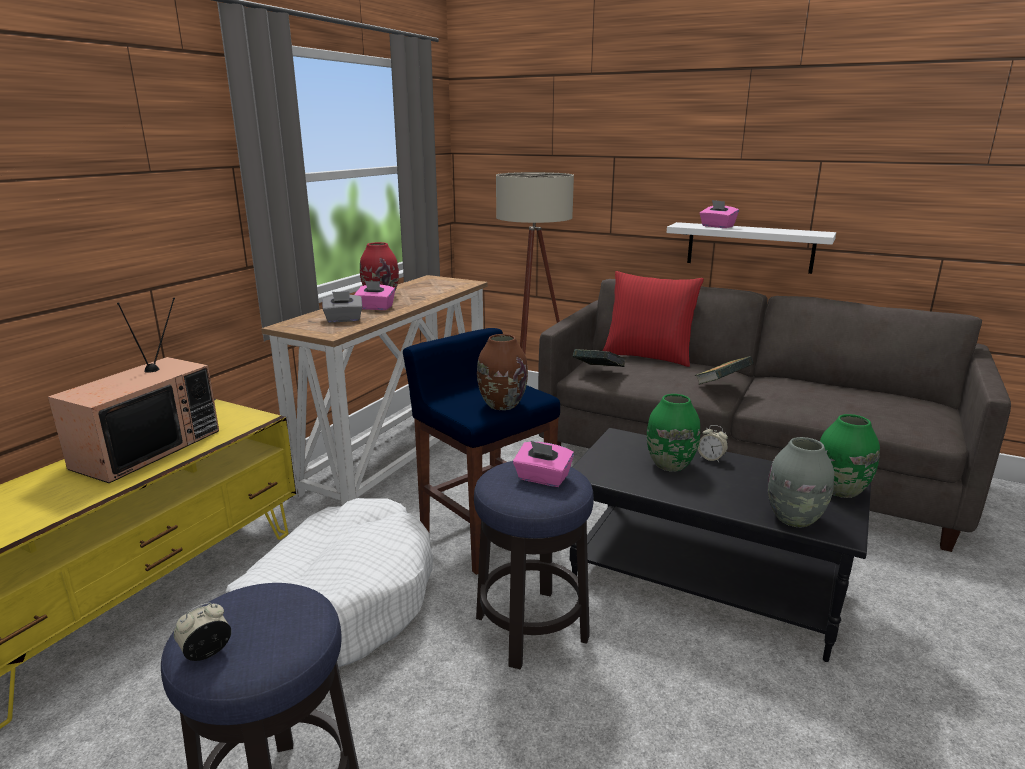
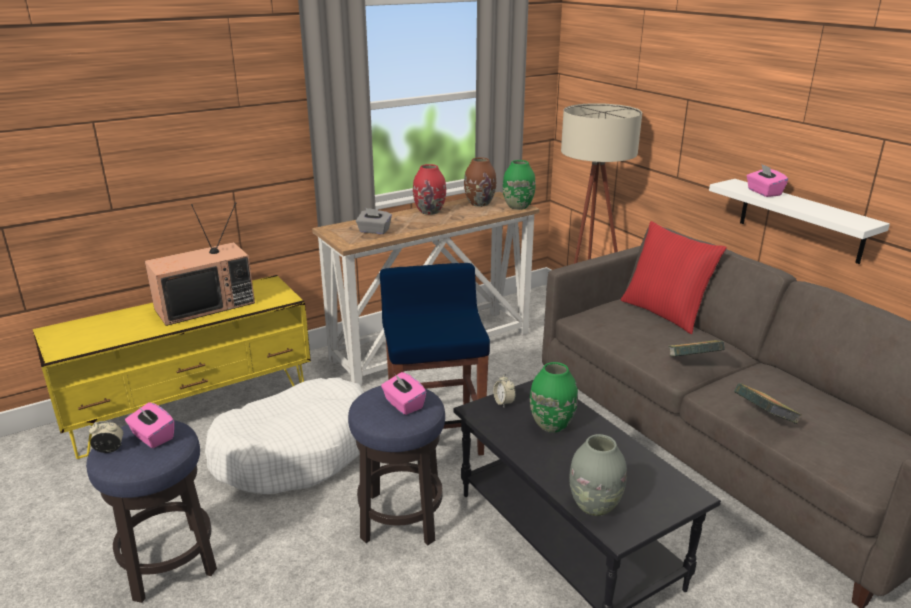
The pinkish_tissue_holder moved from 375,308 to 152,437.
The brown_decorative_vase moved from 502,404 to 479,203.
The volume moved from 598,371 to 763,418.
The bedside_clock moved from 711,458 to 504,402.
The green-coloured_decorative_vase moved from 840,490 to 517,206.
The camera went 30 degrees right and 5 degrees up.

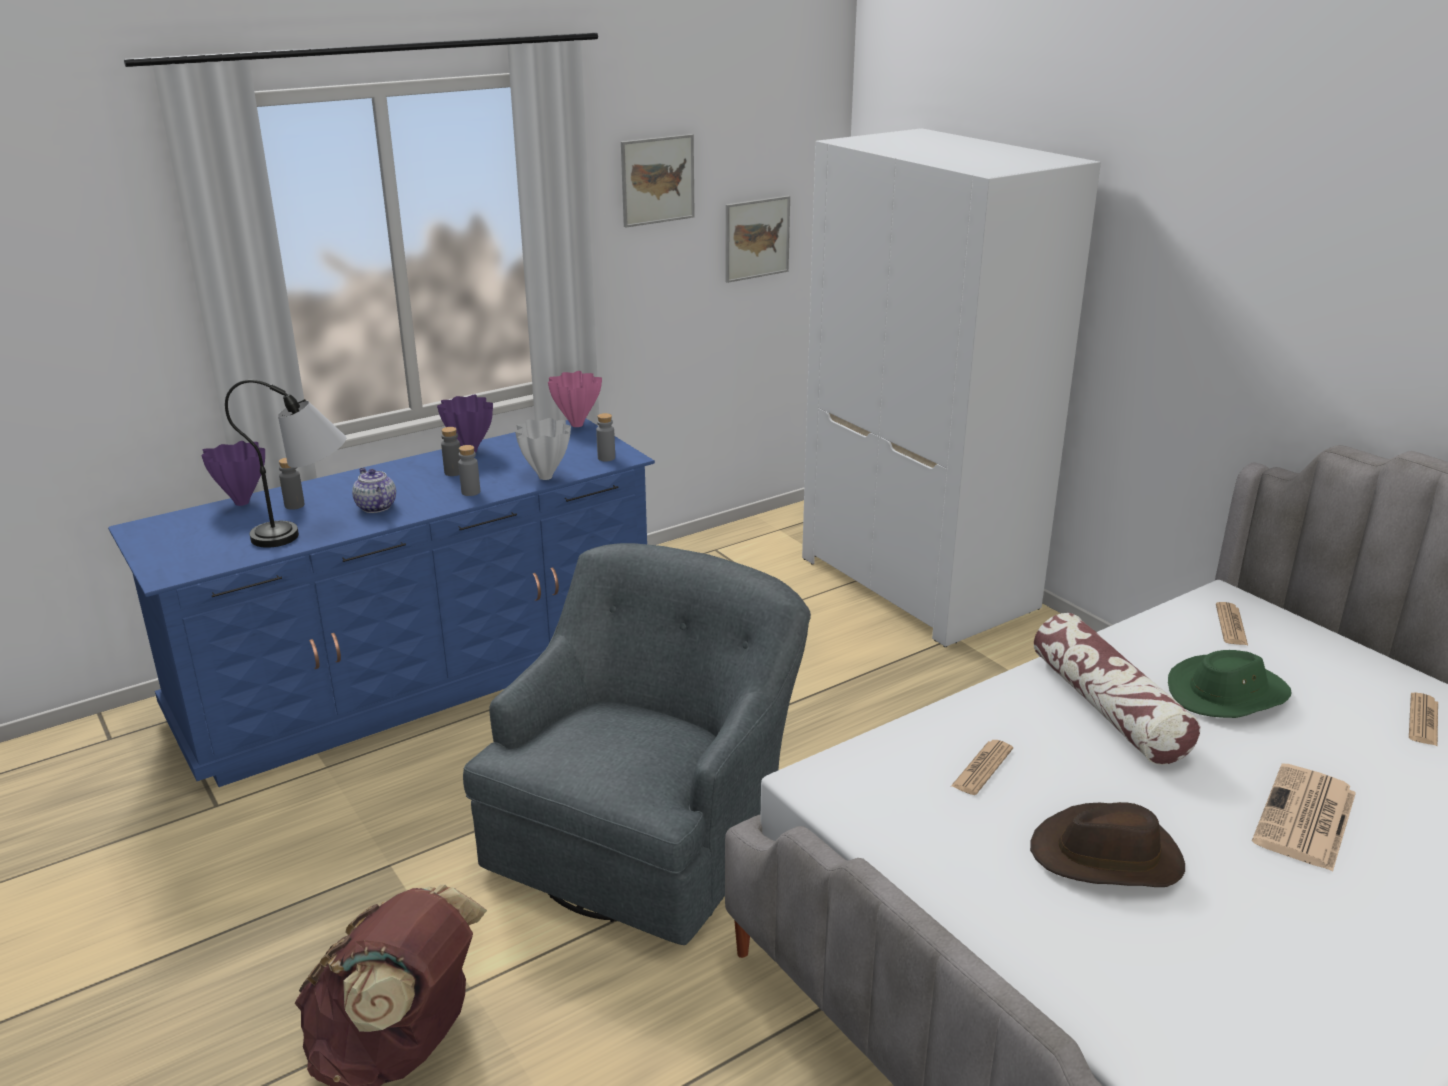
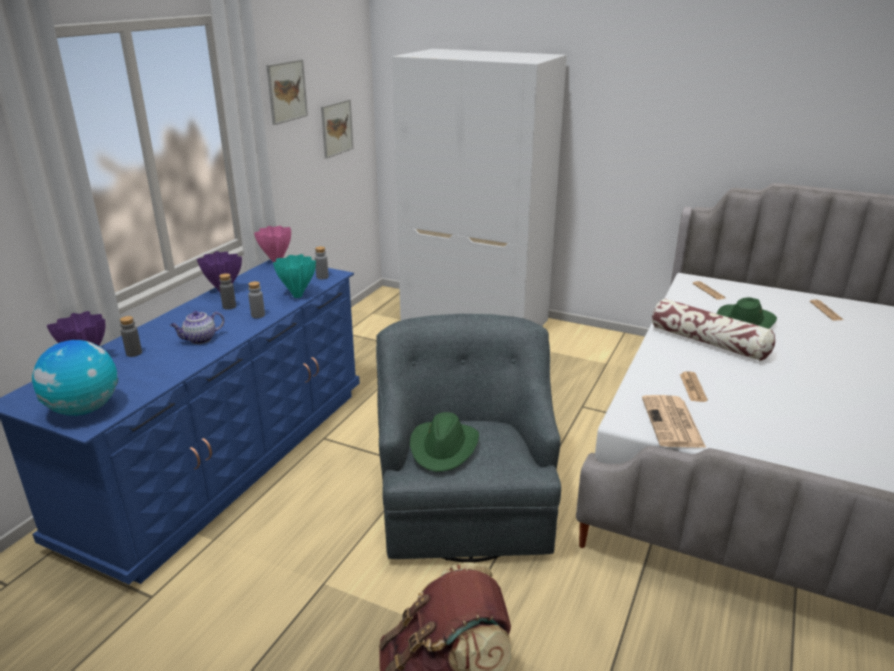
The tabletop_lamp at 308,534 disappeared.
The brown_hat at 1107,857 disappeared.
The world_globe at 84,409 appeared.
The green-coloured_hat at 444,447 appeared.
The newspaper moved from 1305,819 to 673,423.
The white-coloured_decorative_vase at 546,477 became the turquoise_decorative_vase at 298,295.
The pot_for_tea at 375,507 turned 60 degrees counterclockwise.
The camera went 30 degrees left and 0 degrees up.

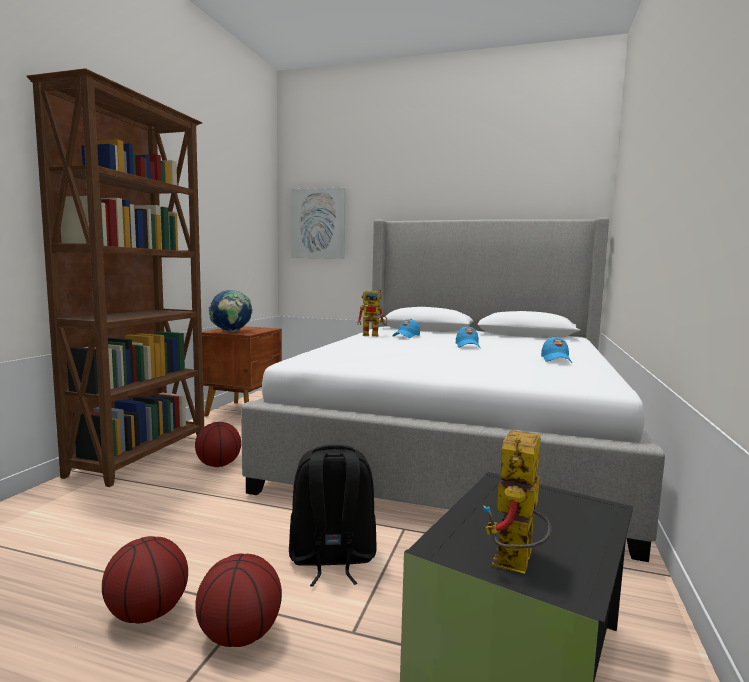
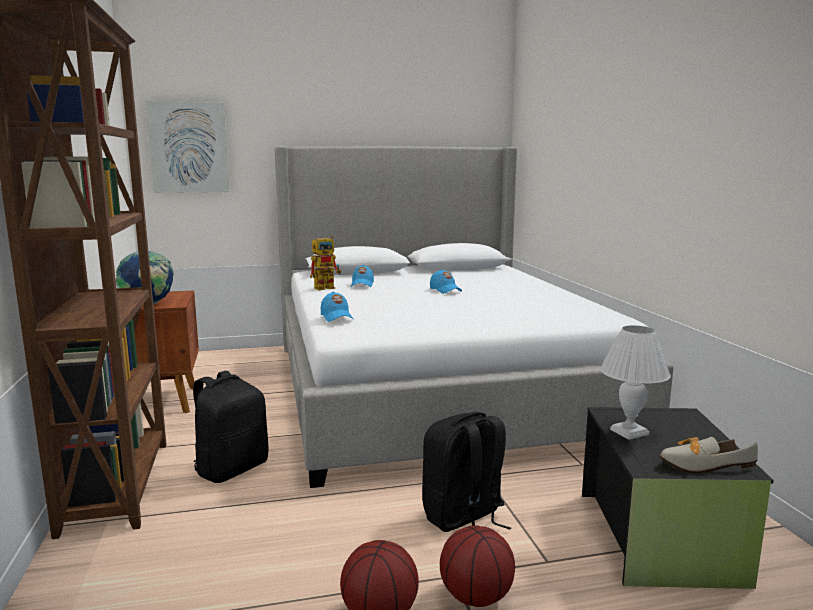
The white-coloured_tabletop_lamp at 629,432 appeared.
The blue_cap moved from 555,360 to 336,317.
The ball_for_basketball at 219,465 was replaced by the black_rucksack at 232,468.
The toy_robot at 516,566 was replaced by the shoe at 699,465.
The camera went 30 degrees left and 5 degrees up.

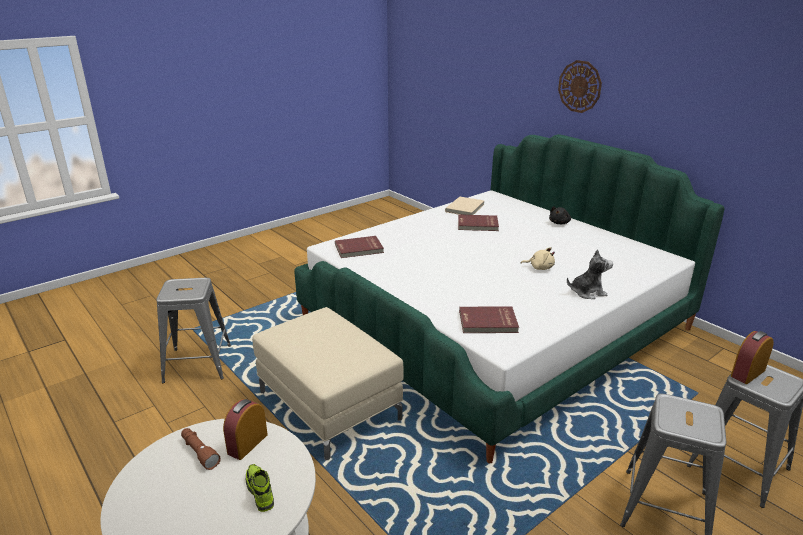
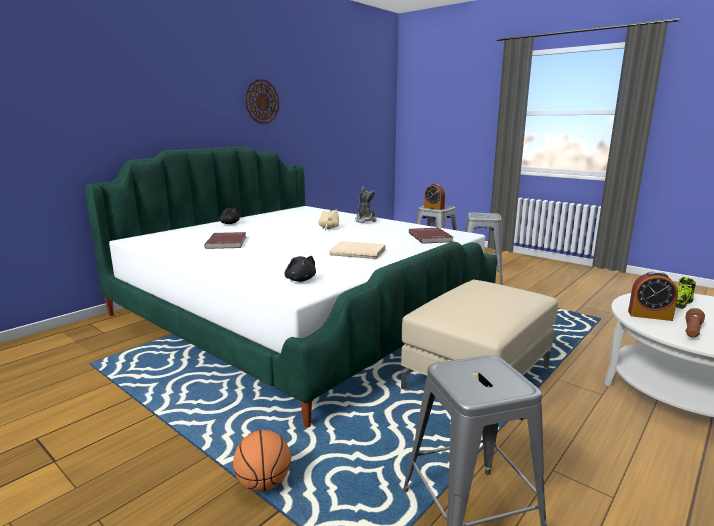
The ball_for_basketball at 263,483 appeared.
The beige_volume moved from 465,208 to 358,252.
The clock_on_the_wall moved from 579,86 to 262,101.
The red-coloured_volume at 359,249 was replaced by the black_cuddly_toy at 300,280.
The camera went 100 degrees left and 10 degrees down.

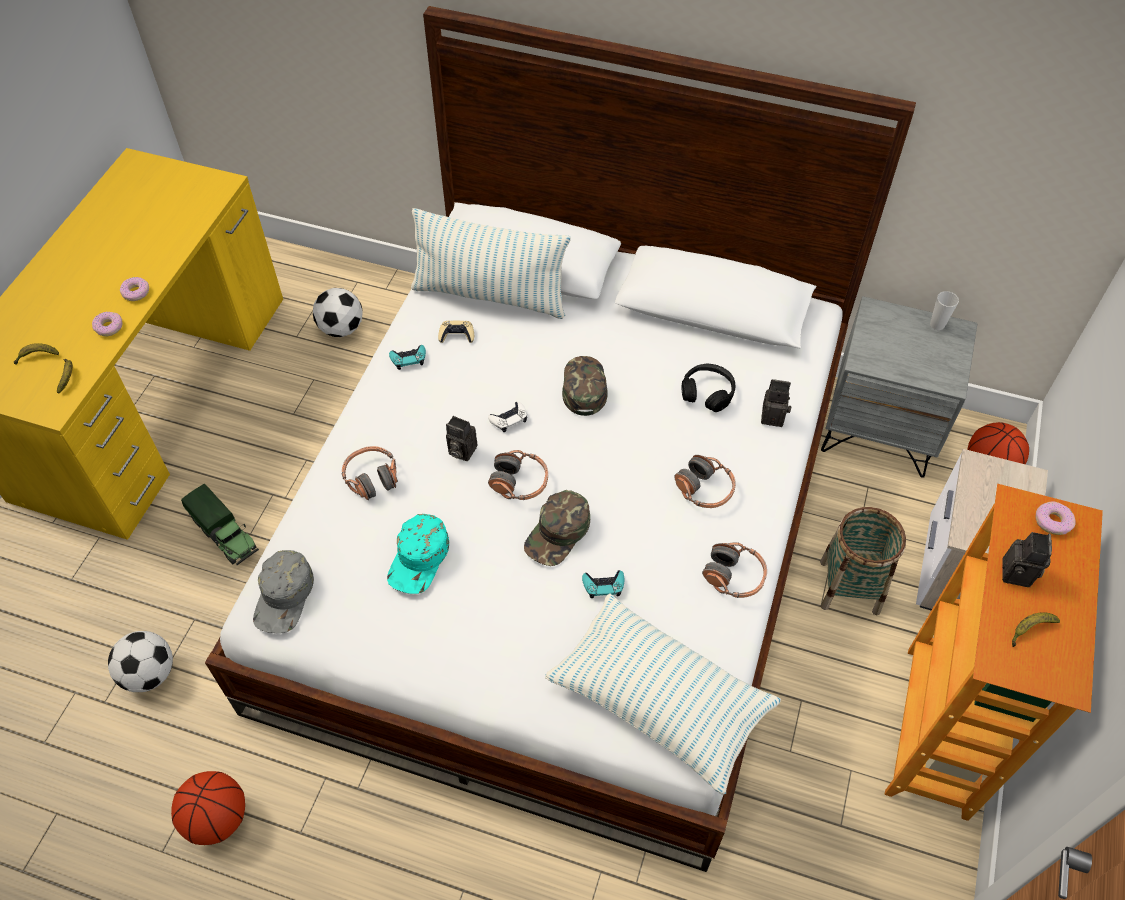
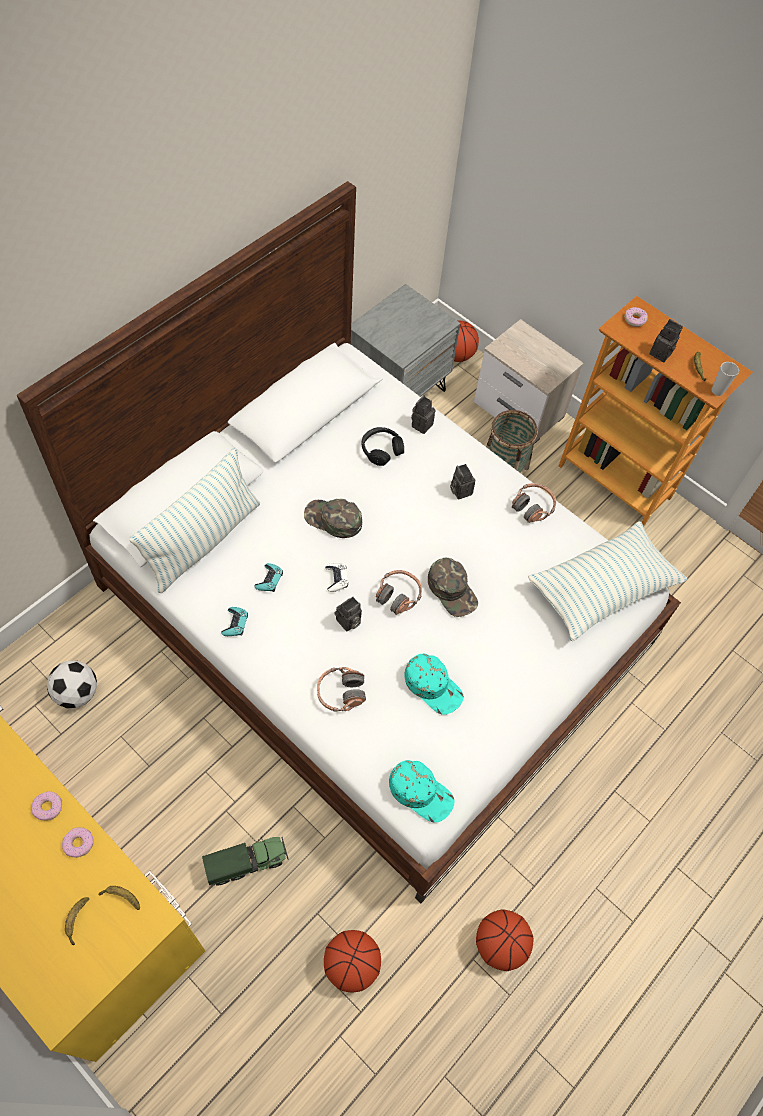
The beige_game_controller at 456,335 disappeared.
The turquoise_game_controller moved from 603,586 to 269,580.
The cup moved from 937,325 to 717,391.
The football at 150,673 was replaced by the ball_for_basketball at 351,965.
The pair_of_headphones at 704,489 was replaced by the photo_camera at 459,490.
The greyish_cap at 284,596 became the turquoise_cap at 421,792.
The camera went 70 degrees left and 5 degrees up.

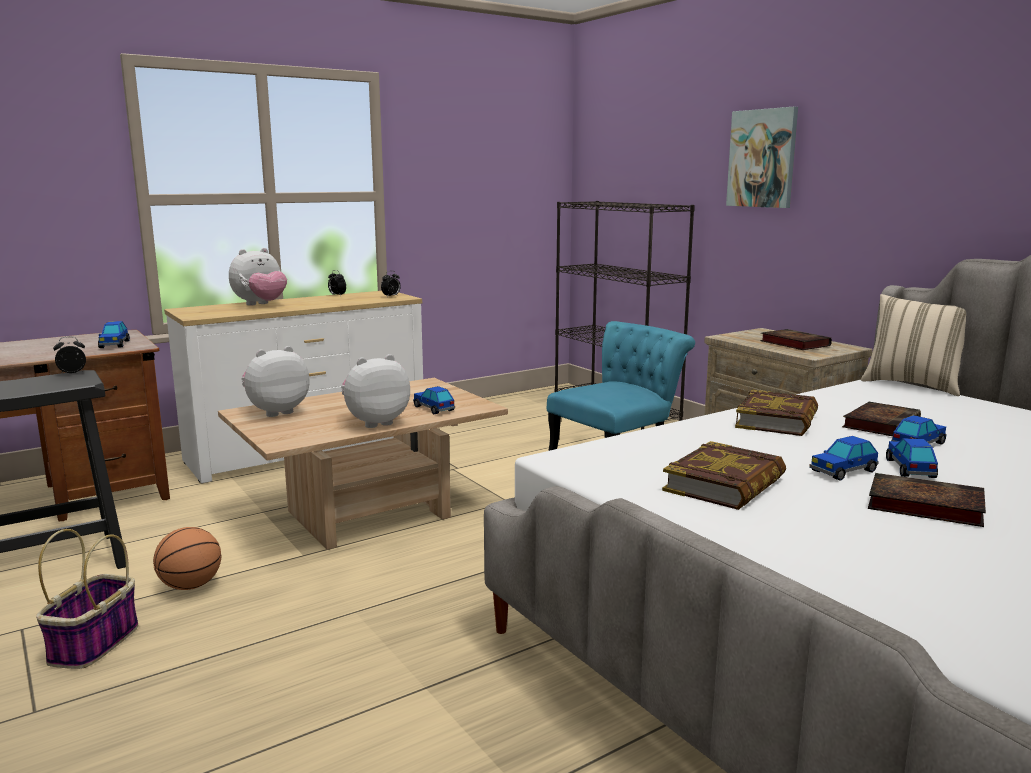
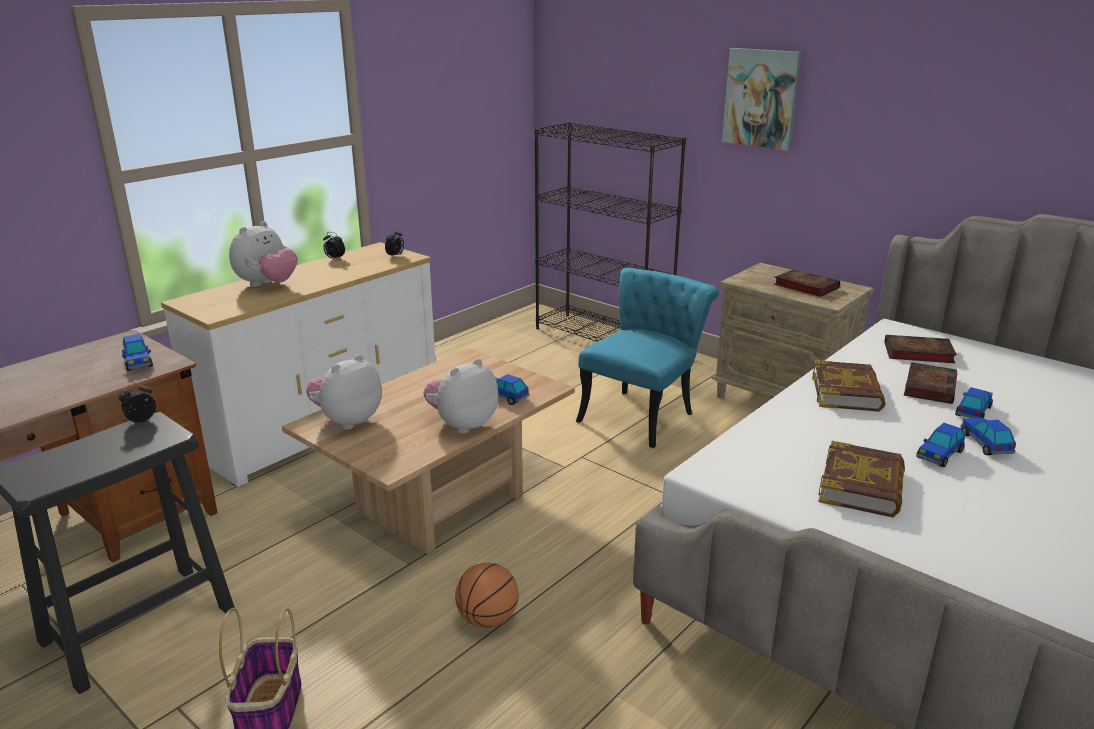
The beige_cushion at 913,385 disappeared.
The ball_for_basketball moved from 190,586 to 487,619.
The volume moved from 921,506 to 916,353.
The camera went 15 degrees left and 10 degrees up.

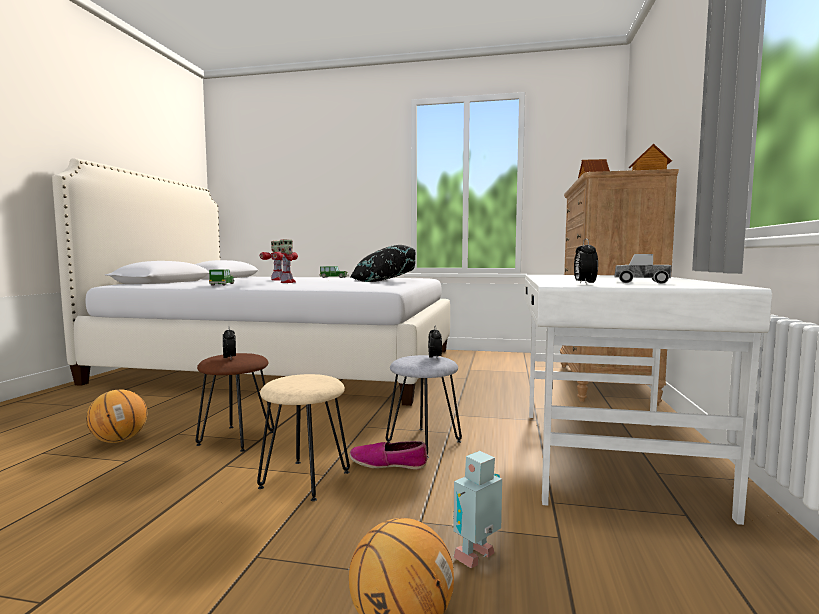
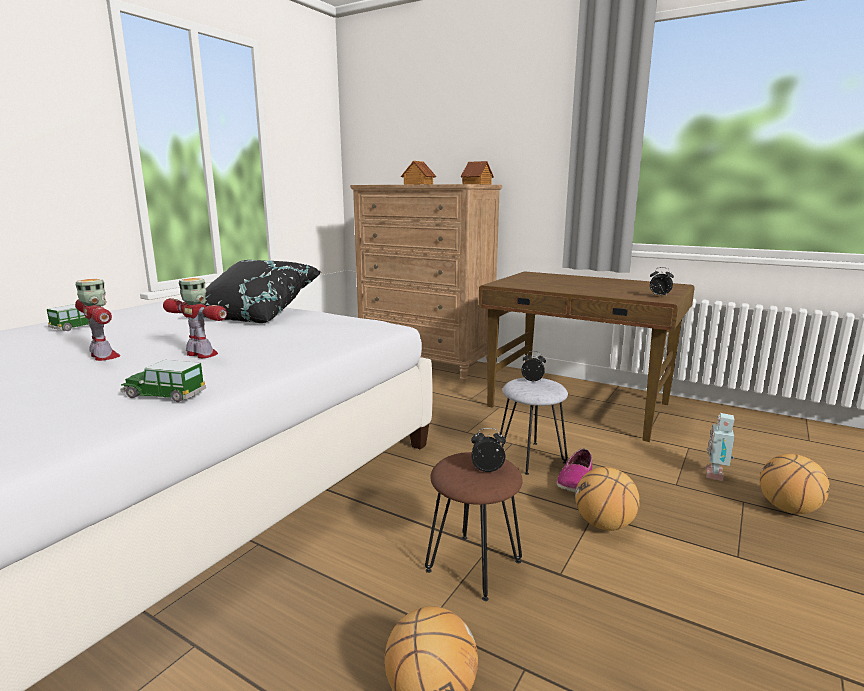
The toy_lorry at 641,282 disappeared.
The beige_stool at 304,480 was replaced by the ball_for_basketball at 604,525.
The white-coloured_desk_table at 606,456 became the brown_desk_table at 578,406.
The toy_robot at 477,557 turned 45 degrees clockwise.
The camera went 70 degrees left and 10 degrees up.

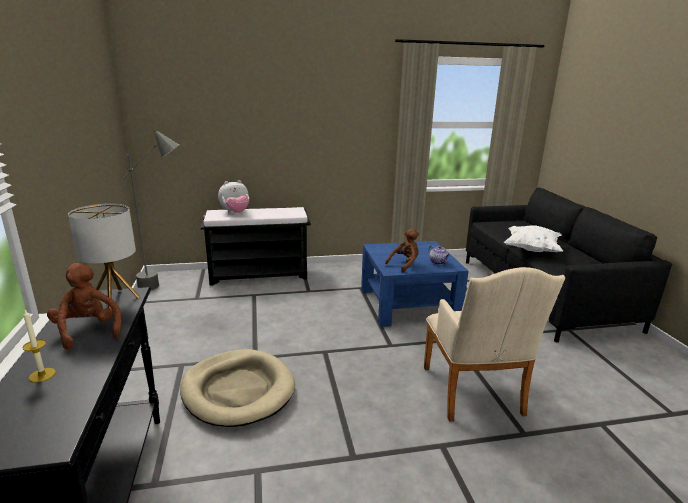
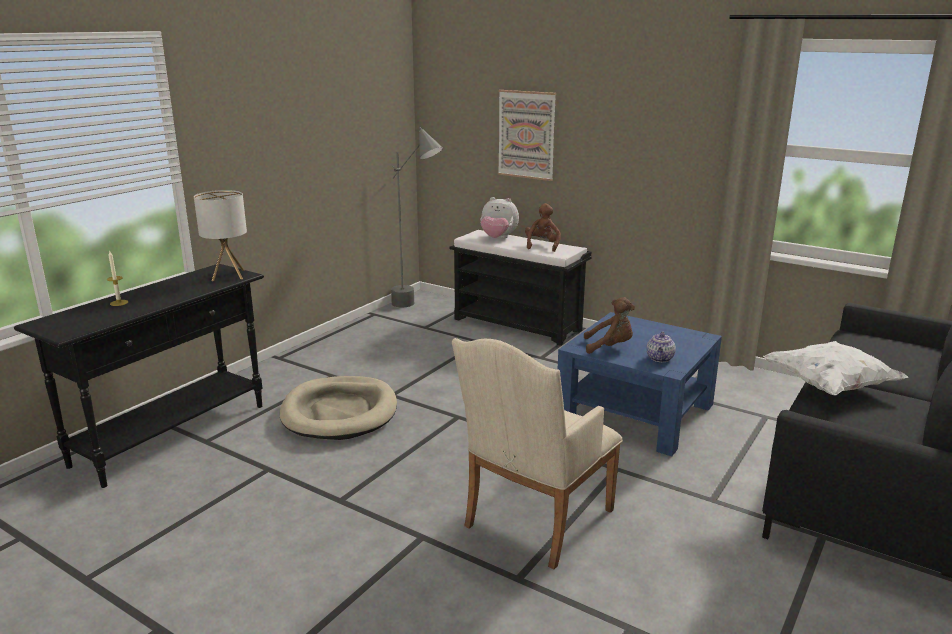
The wall_picture at 526,135 appeared.
The brown_cuddly_toy moved from 88,331 to 542,246.
The camera went 45 degrees right and 0 degrees up.

